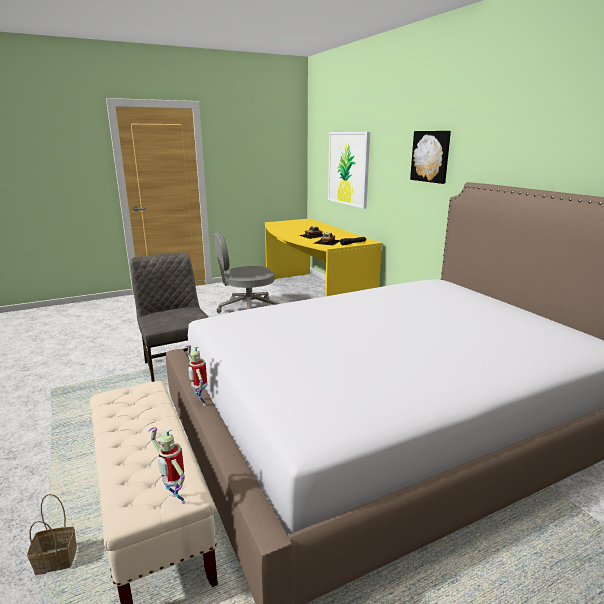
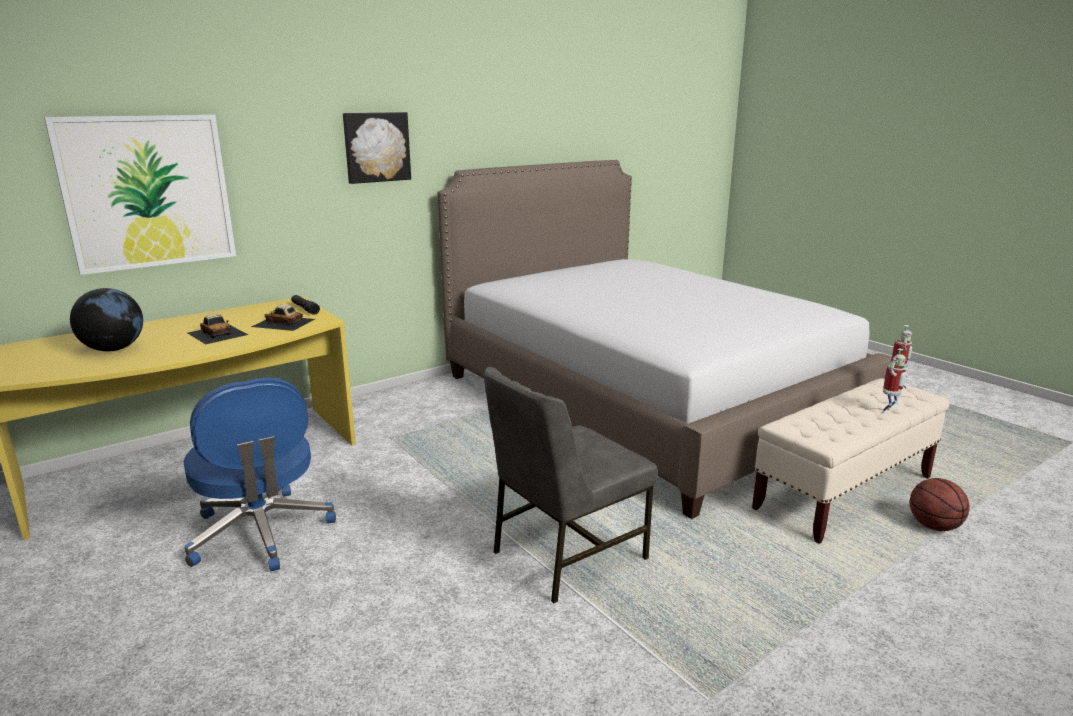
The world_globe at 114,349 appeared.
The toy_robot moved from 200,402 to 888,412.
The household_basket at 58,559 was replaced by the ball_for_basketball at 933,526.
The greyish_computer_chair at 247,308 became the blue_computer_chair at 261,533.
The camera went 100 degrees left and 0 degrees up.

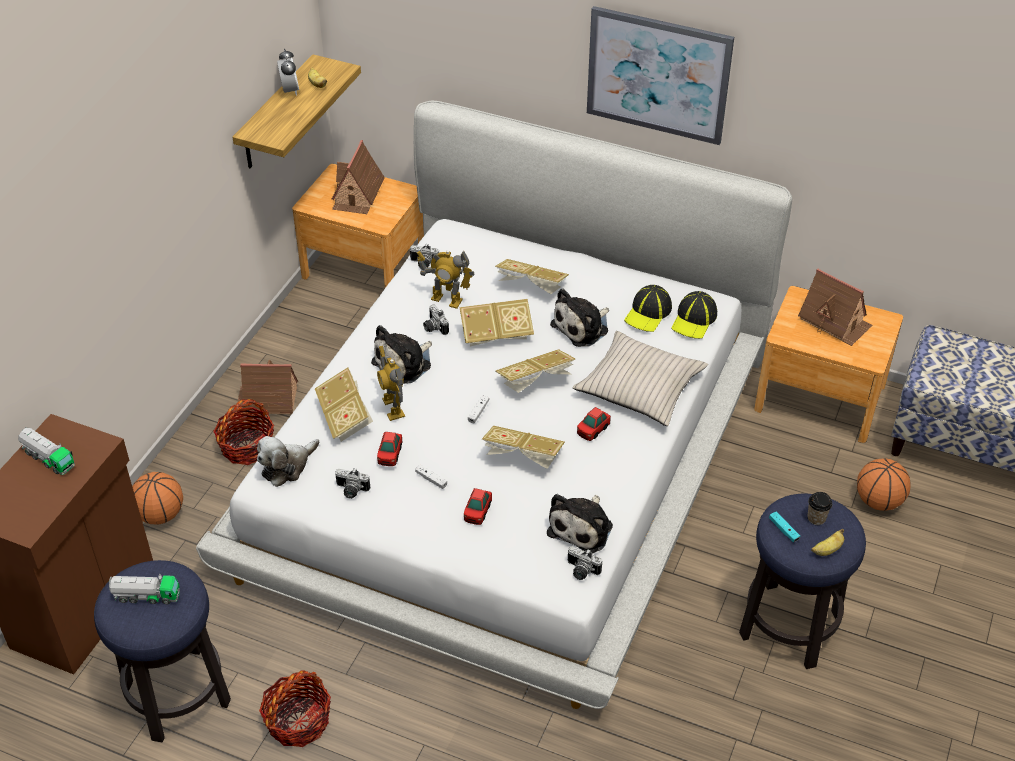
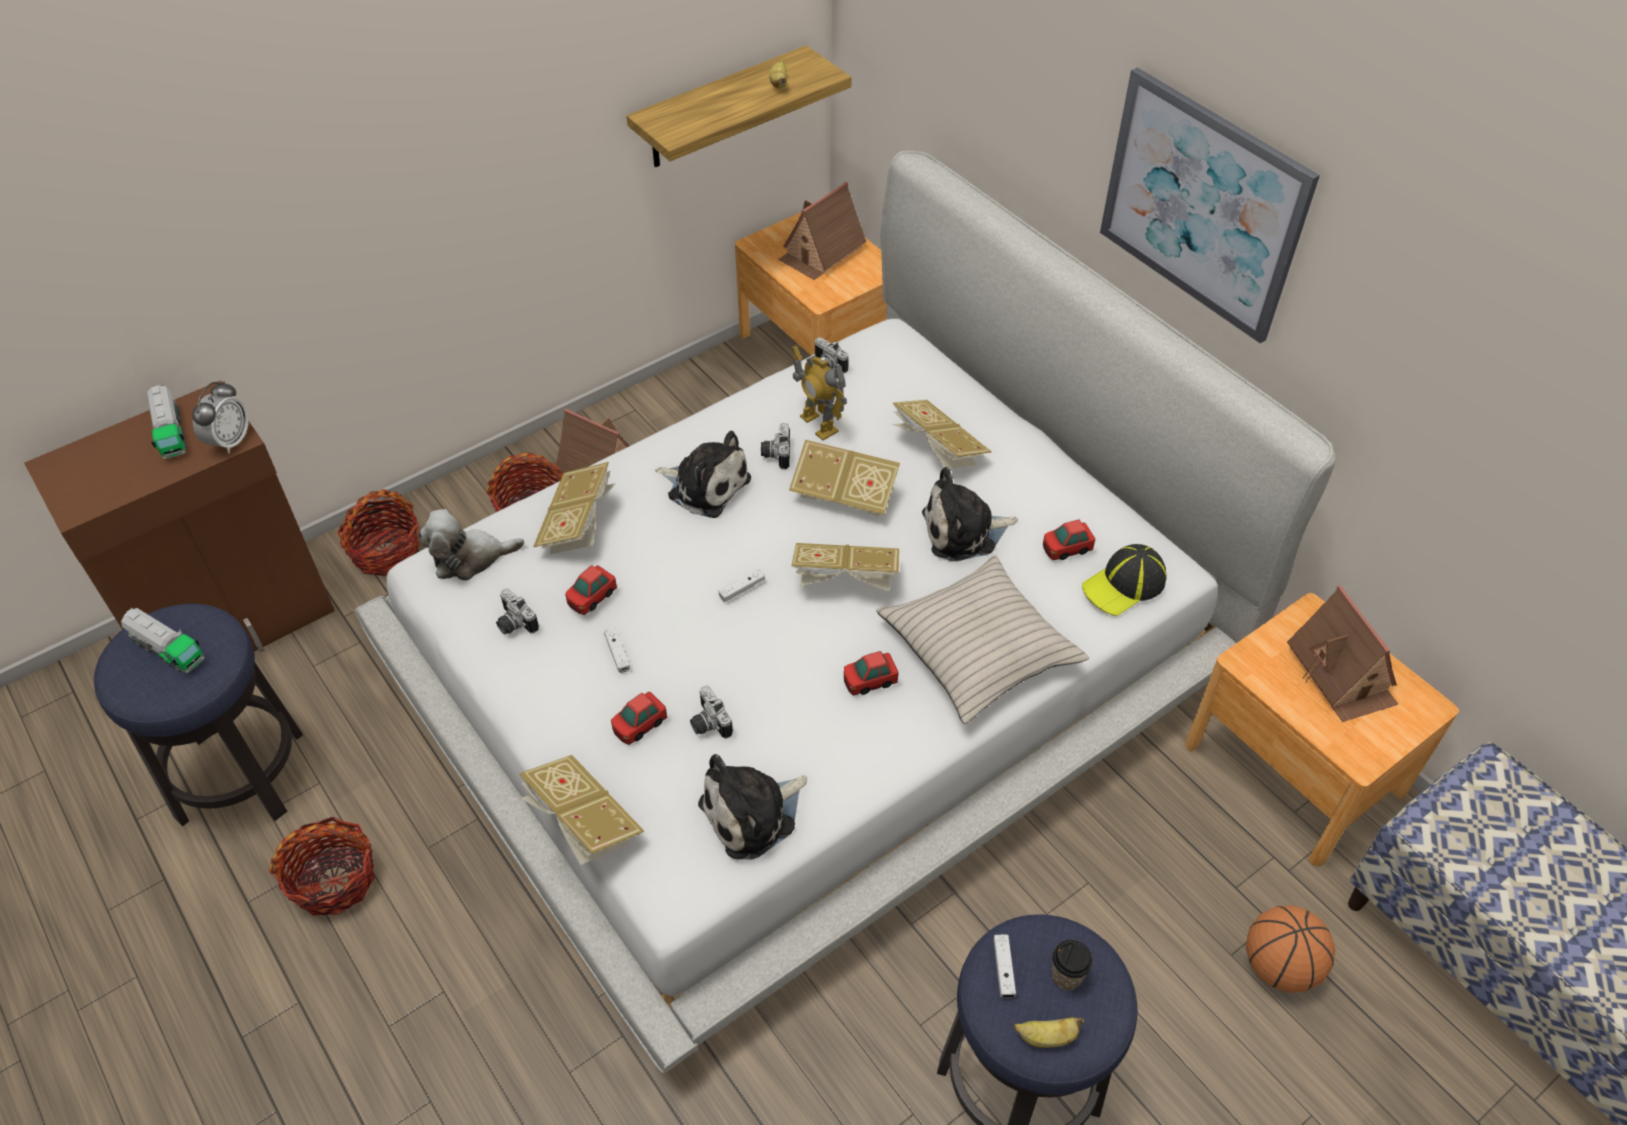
The toy_robot at 393,408 disappeared.
The bedside_clock moved from 290,90 to 230,441.
The volume moved from 522,458 to 582,823.
The photo_camera moved from 581,571 to 707,723.
The ball_for_basketball at 160,515 was replaced by the household_basket at 386,551.
The cap at 648,313 was replaced by the model_car at 1066,548.
The turquoise_game_controller at 783,530 became the white-coloured_game_controller at 1003,969.
The cuddly_toy at 405,363 turned 135 degrees counterclockwise.
The camera went 30 degrees right and 5 degrees up.

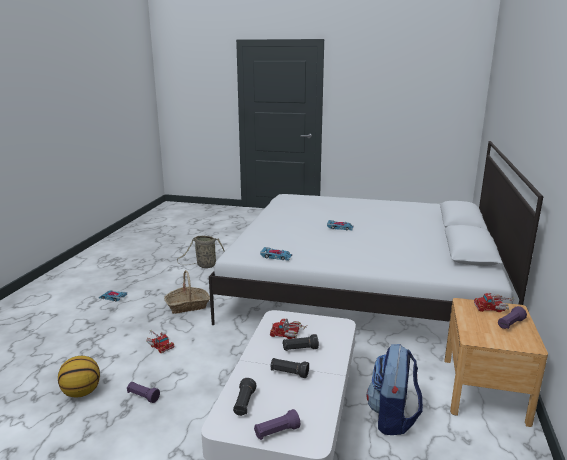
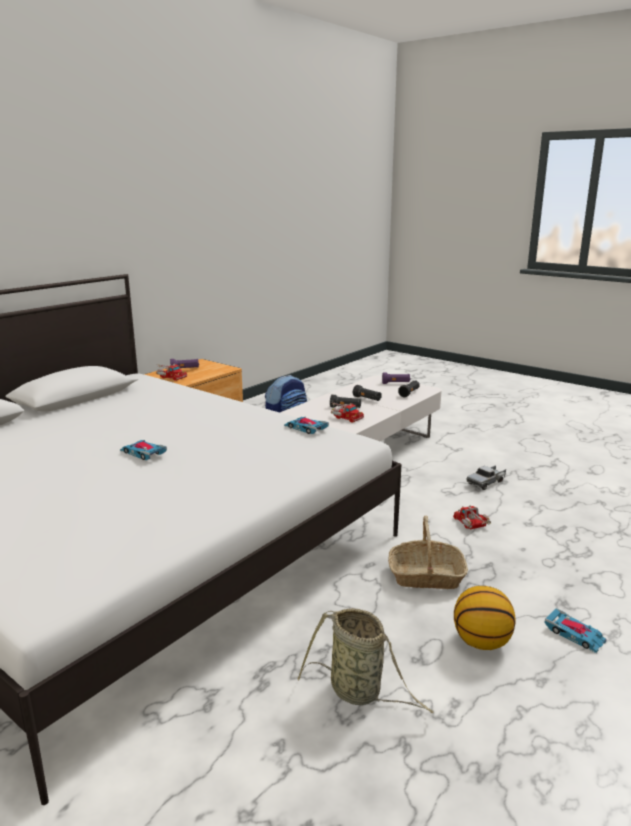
The ball_for_basketball moved from 82,392 to 481,642.
The purple-coloured_torch at 143,396 was replaced by the toy_lorry at 486,482.
The camera went 155 degrees left and 0 degrees up.

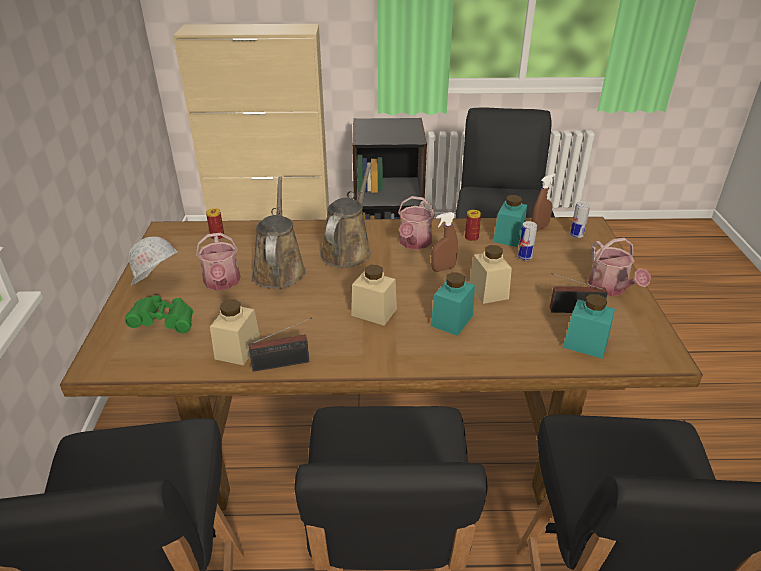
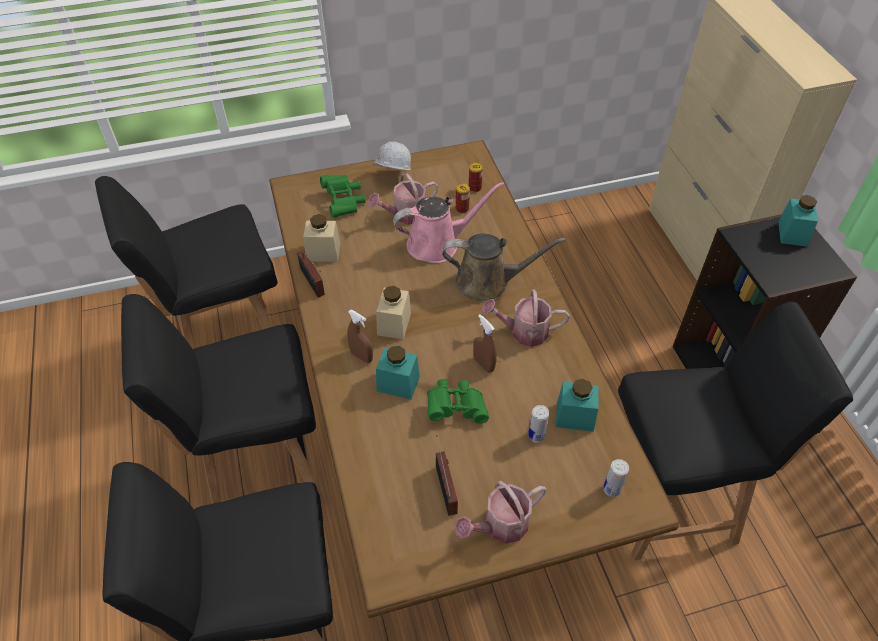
The sealed_can moved from 471,238 to 462,209.
The brown_hand_sprayer moved from 539,228 to 361,356.
The turquoise_storage_jar moved from 585,343 to 792,233.
The beige_storage_jar at 488,291 was replaced by the green-coloured_field_glasses at 456,408.
The brown_sprinkling_can at 279,269 became the pinkish_sprinkling_can at 438,244.
The camera went 75 degrees right and 15 degrees up.

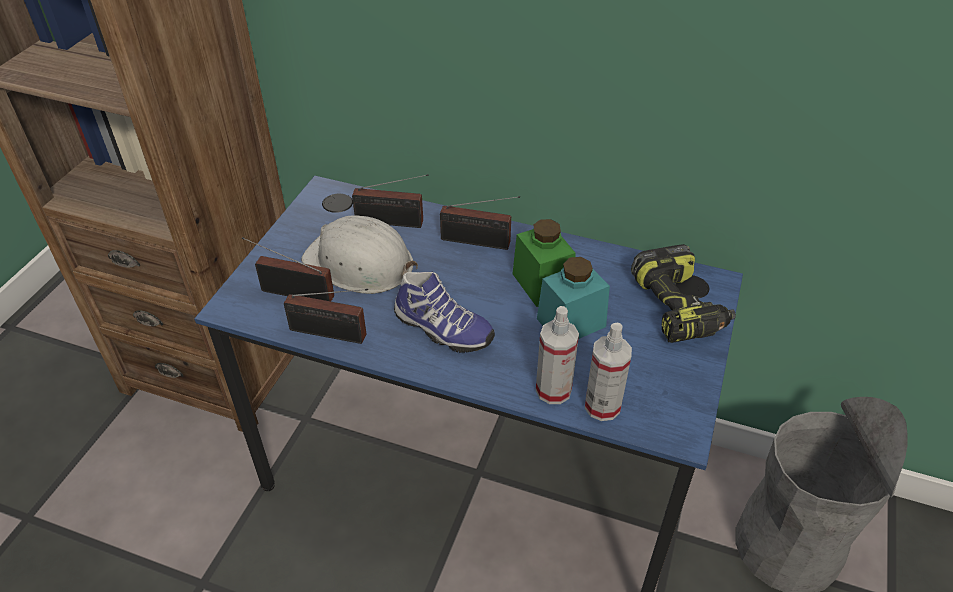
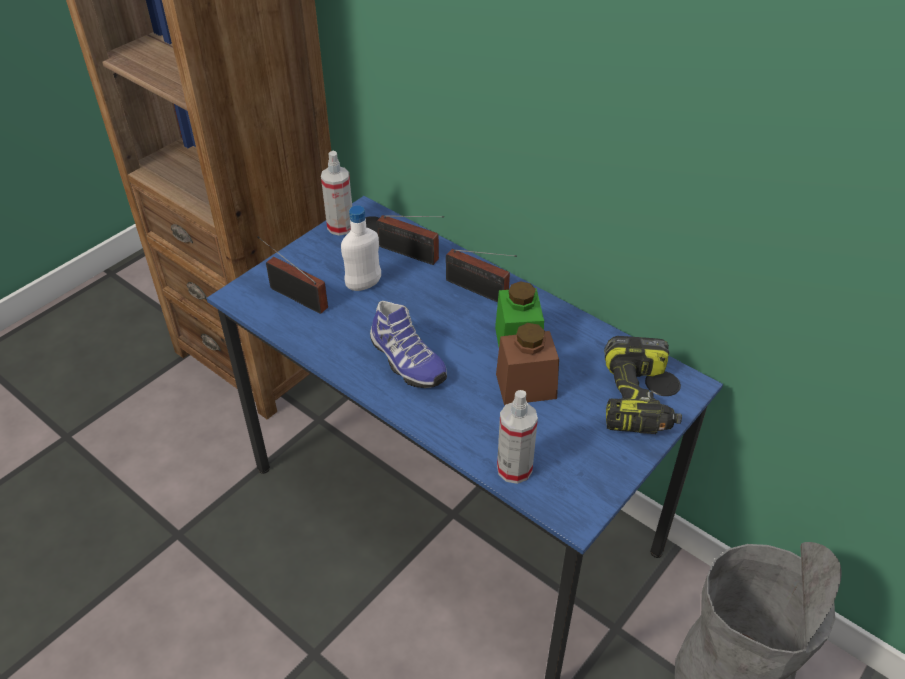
The radio_set at 332,334 disappeared.
The hand_sprayer moved from 553,390 to 340,227.
The white-coloured_safety_helmet at 360,264 was replaced by the white-coloured_beverage_bottle at 363,285.
The turquoise_storage_jar at 571,322 became the brown_storage_jar at 526,386.
The camera went 20 degrees right and 0 degrees up.

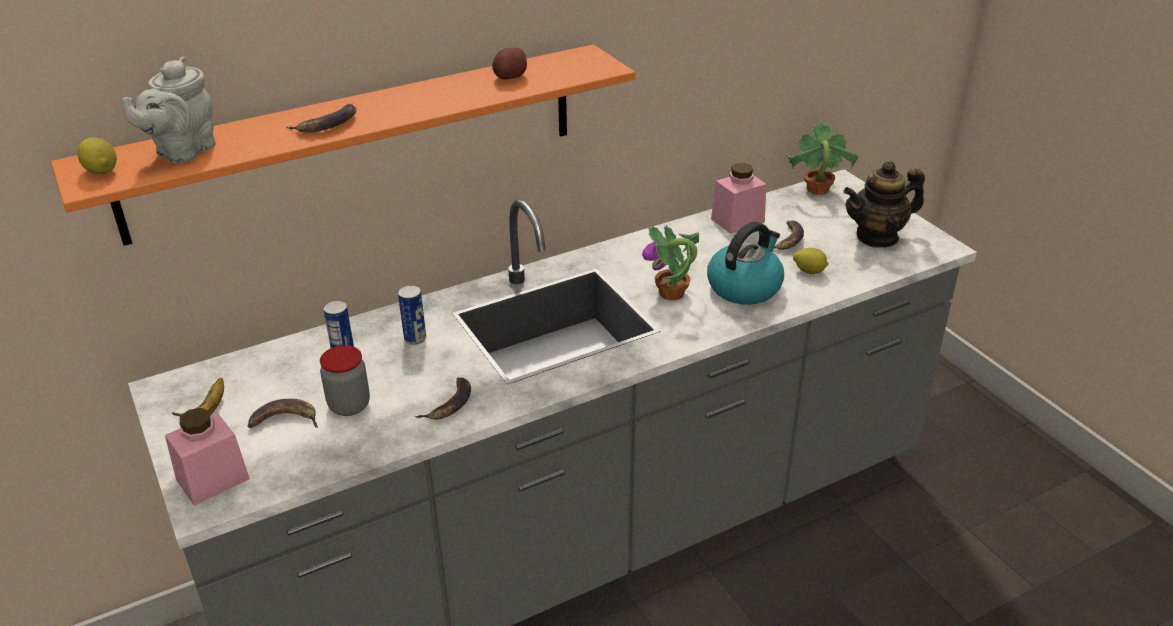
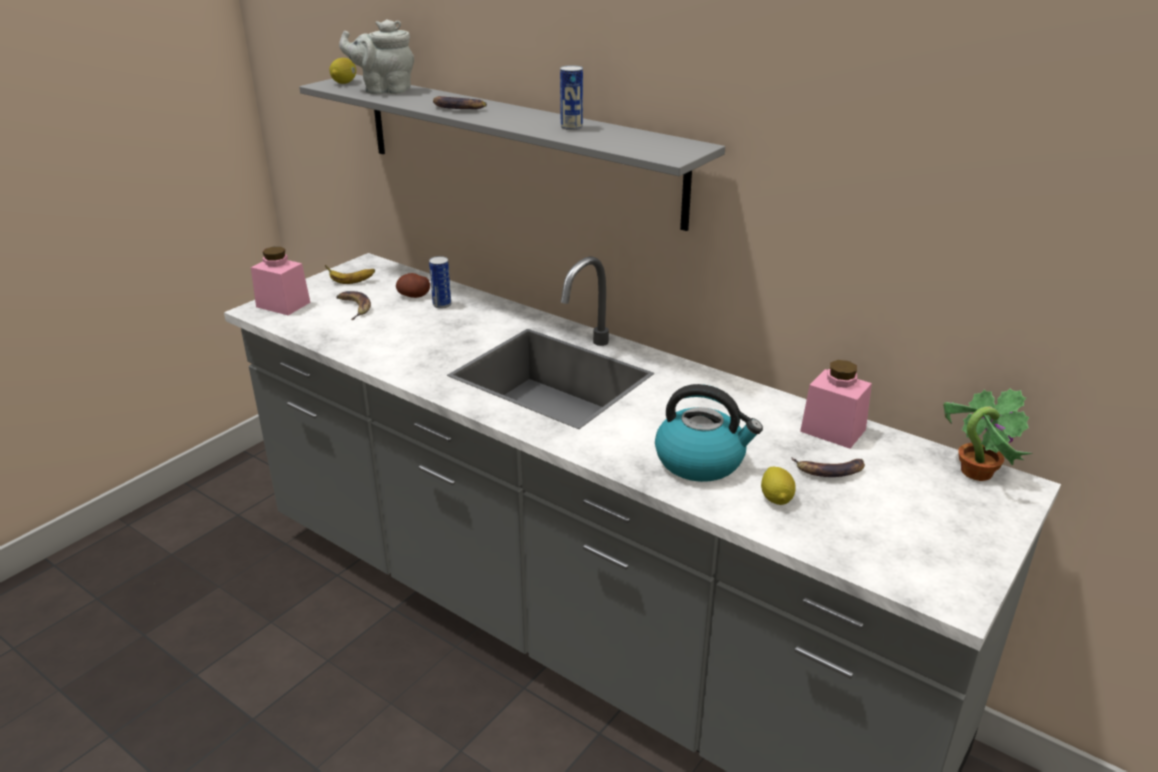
The storage_jar at 349,405 disappeared.
The whole_banana at 449,403 disappeared.
The houseplant at 672,294 disappeared.
The pot_for_tea at 877,236 disappeared.
The sealed_can moved from 415,338 to 571,127.
The potato moved from 510,77 to 413,296.
The orange-coloured_bracket_shelf at 356,141 became the greyish_bracket_shelf at 516,147.
The camera went 65 degrees right and 5 degrees down.

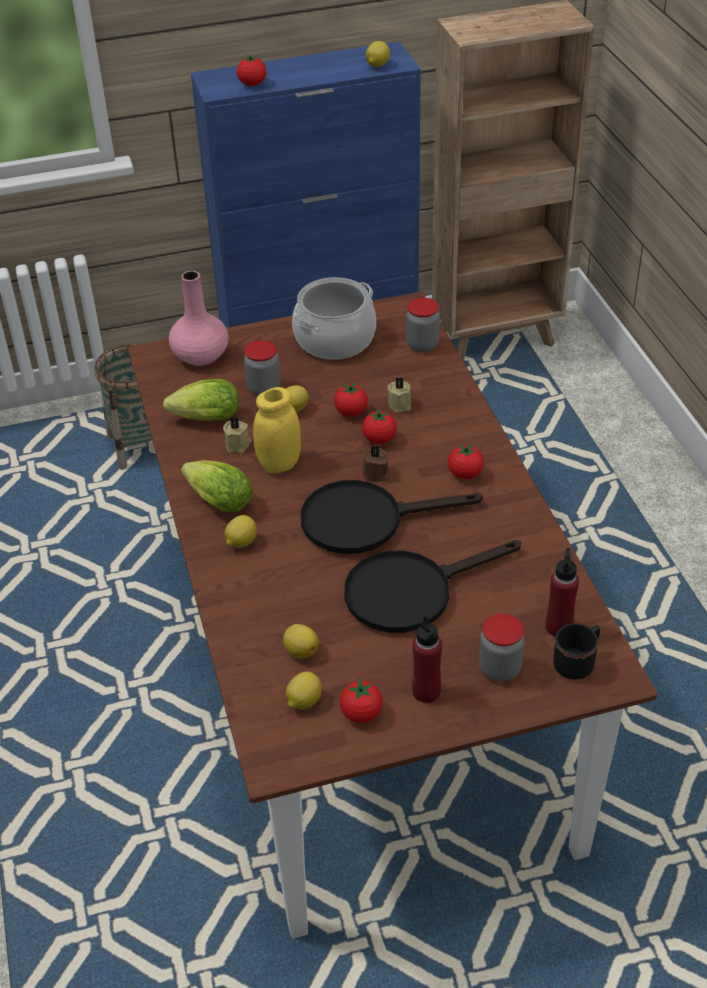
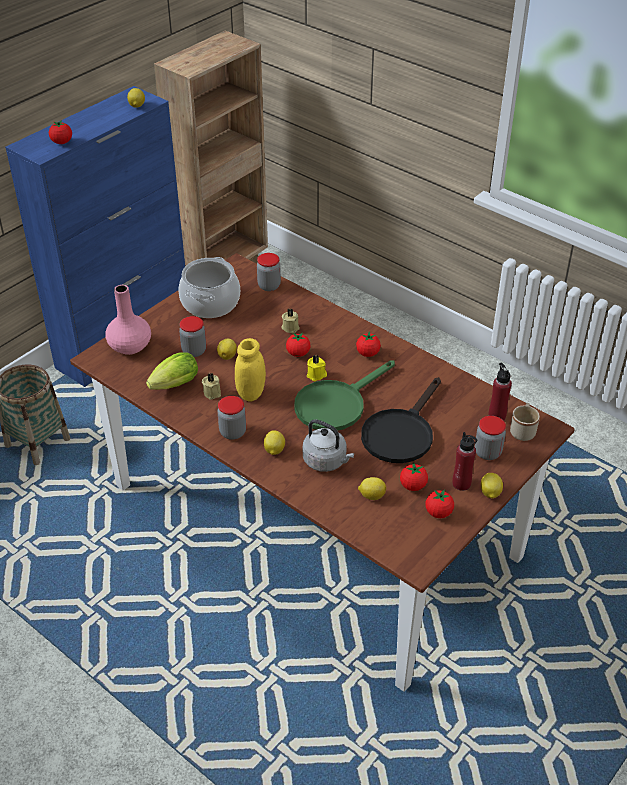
The greyish_kettle at 326,461 appeared.
The lemon moved from 303,702 to 490,493.
The whole_tomato moved from 351,412 to 413,486.
The lettuce_head at 216,500 was replaced by the storage_jar at 233,432.
The black_frying_pan at 366,520 became the green-coloured_frying_pan at 336,404.
The brown_wax_candle at 376,474 became the yellow_wax_candle at 317,375.
The black_coffee_mug at 577,662 became the beige_coffee_mug at 523,430.
The camera went 35 degrees left and 0 degrees up.

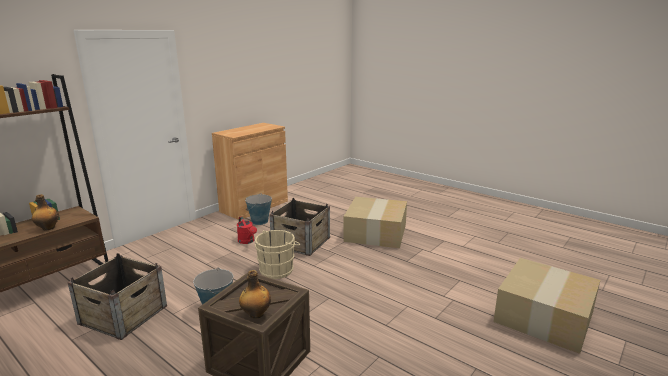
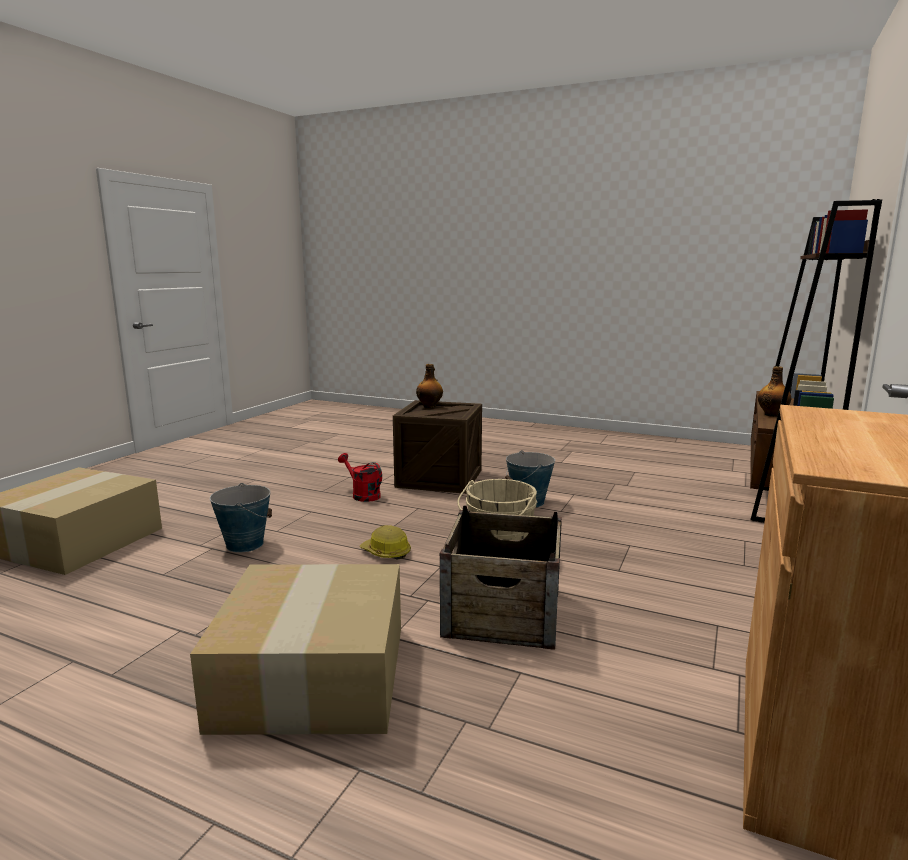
The packing_crate at 123,314 disappeared.
The safety_helmet at 386,552 appeared.
The red-coloured_sprinkling_can moved from 247,241 to 362,495.
The water_bucket moved from 259,221 to 245,544.
The camera went 165 degrees right and 5 degrees down.

